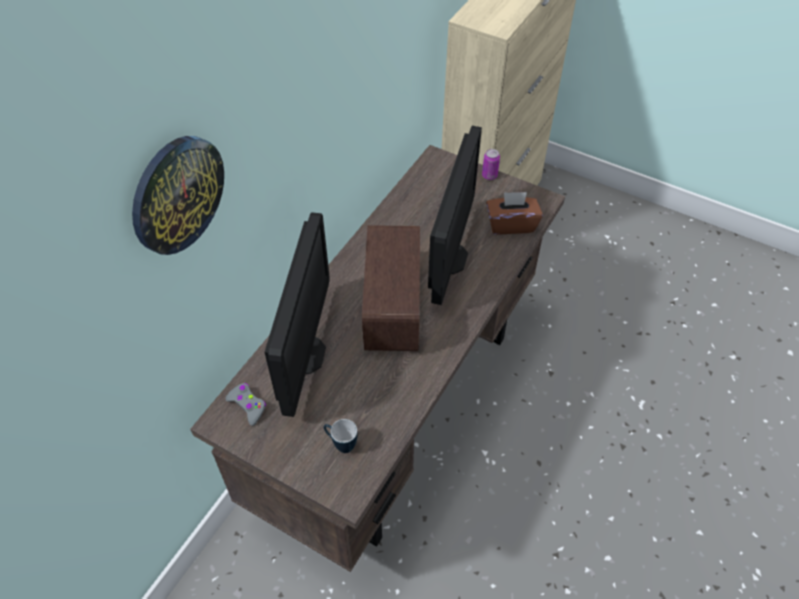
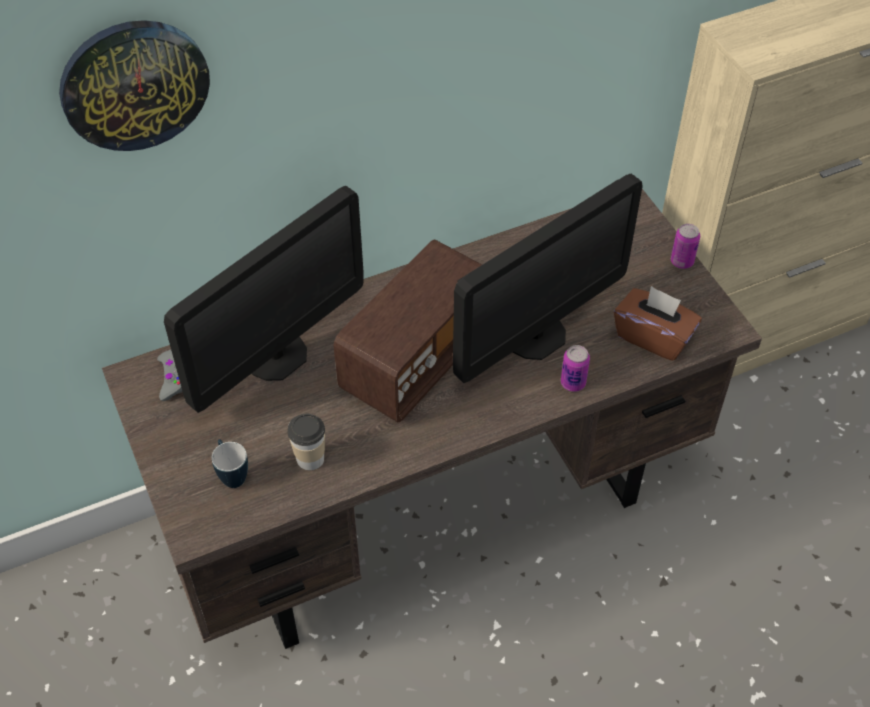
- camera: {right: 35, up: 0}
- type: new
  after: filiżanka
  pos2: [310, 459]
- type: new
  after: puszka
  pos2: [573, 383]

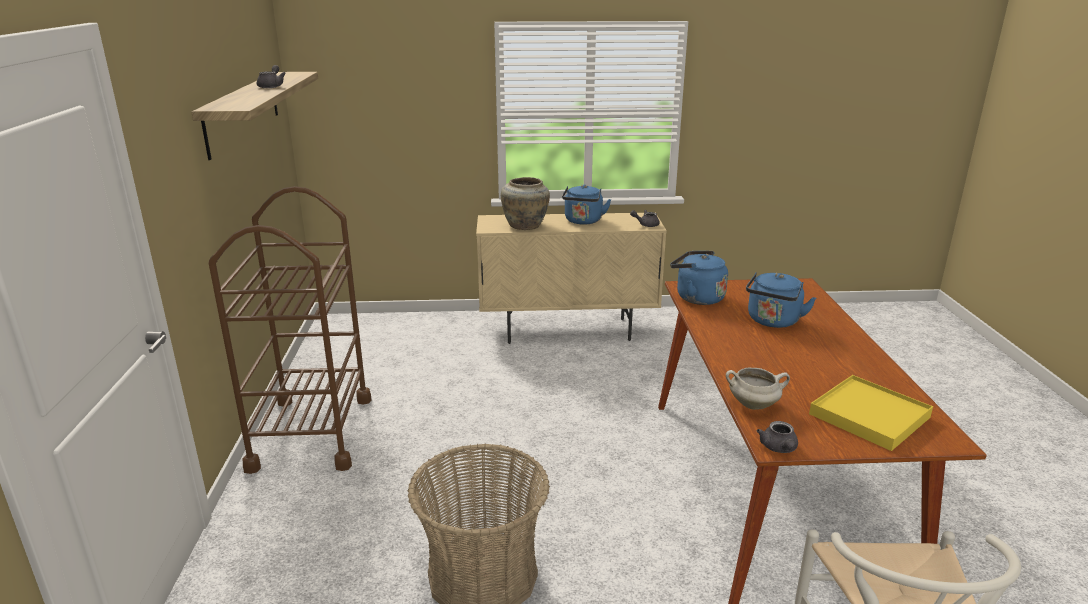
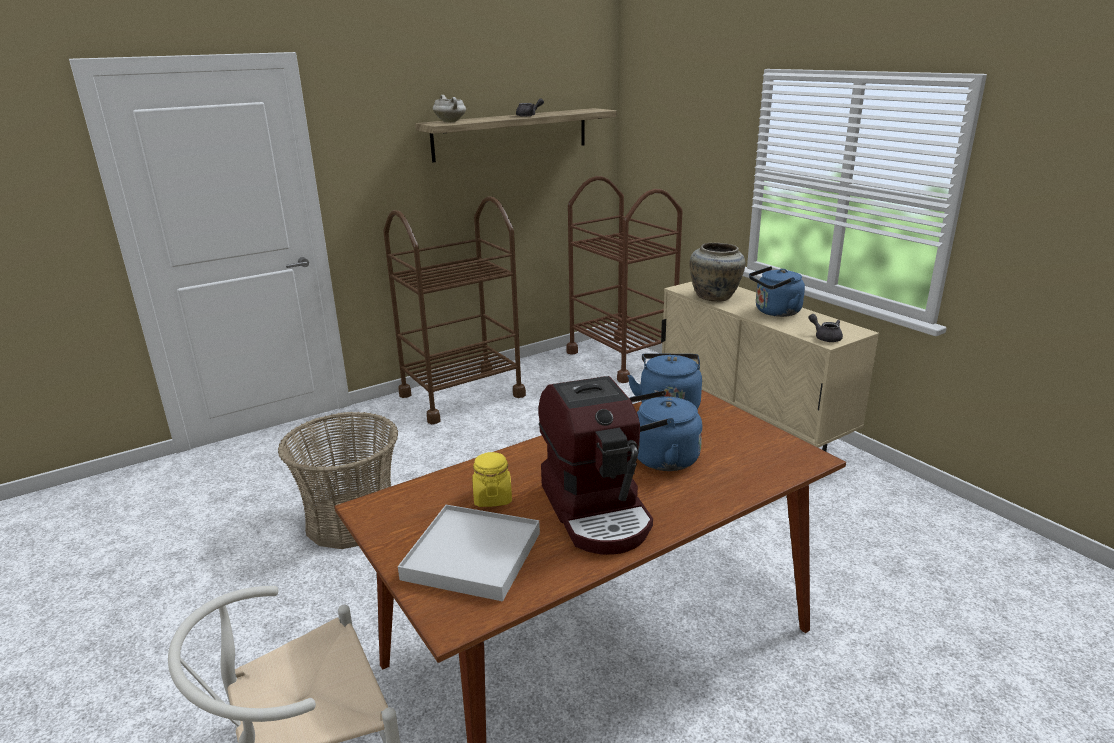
- camera: {right: 60, up: 0}
- type: shifted
  before: garnek [biały]
  pos1: [754, 404]
  pos2: [451, 122]
- type: gone
  before: imbryk [szary]
  pos1: [779, 449]
- type: repainted
  before: taca [żółty]
  after: taca [biały]
  pos1: [869, 416]
  pos2: [472, 556]
- type: new
  after: słoik [żółty]
  pos2: [492, 497]
- type: new
  after: ekspres do kawy
  pos2: [597, 510]
- type: new
  after: wózek [brązowy]
  pos2: [621, 358]

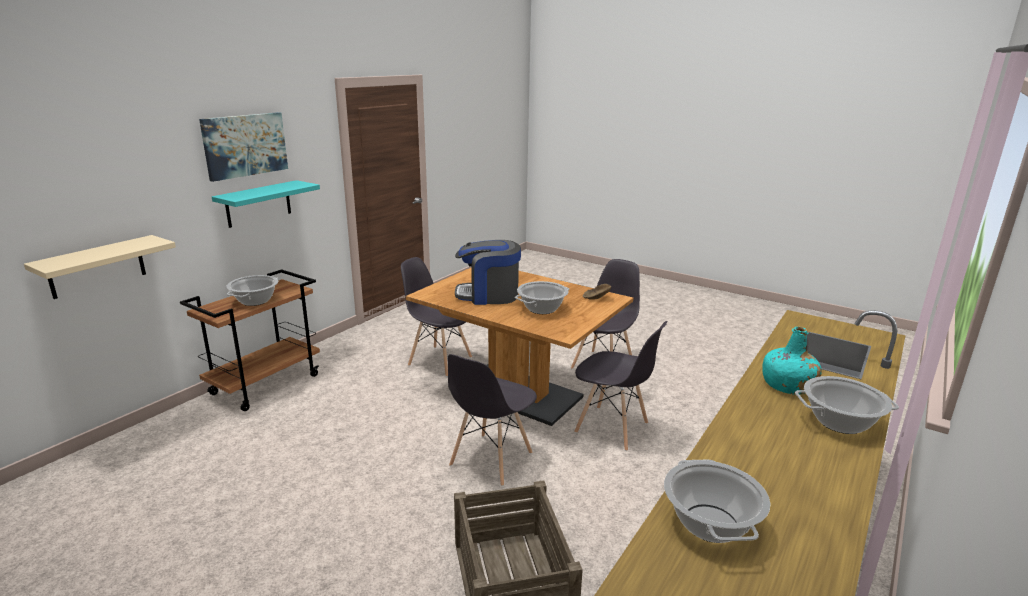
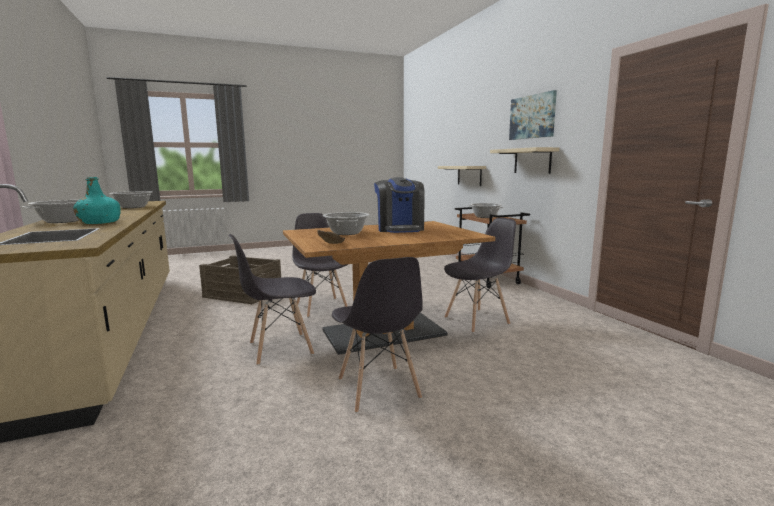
- camera: {right: 125, up: -10}
- type: repainted
  before: półka [turkusowy]
  after: półka [beżowy]
  pos1: [258, 204]
  pos2: [532, 161]
- type: rotated
  before: ekspres do kawy
  pos1: [488, 295]
  pos2: [400, 229]
  turn: 135

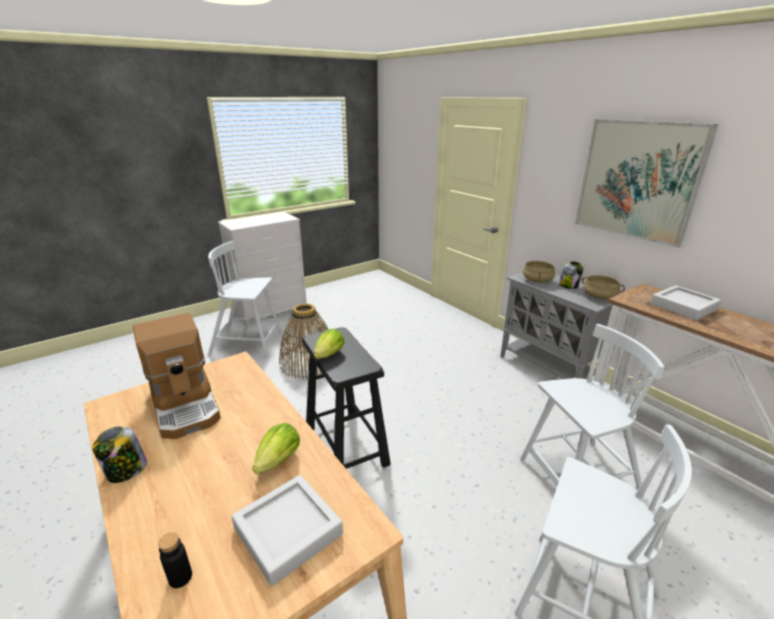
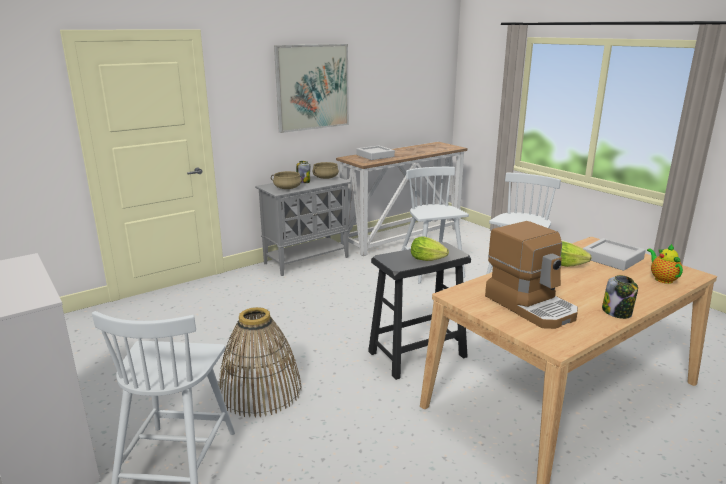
- camera: {right: -90, up: -5}
- type: rotated
  before: ekspres do kawy
  pos1: [186, 405]
  pos2: [531, 306]
  turn: 90
- type: swapped
  before: butelka [czarny]
  after: imbryk
  pos1: [180, 577]
  pos2: [662, 279]

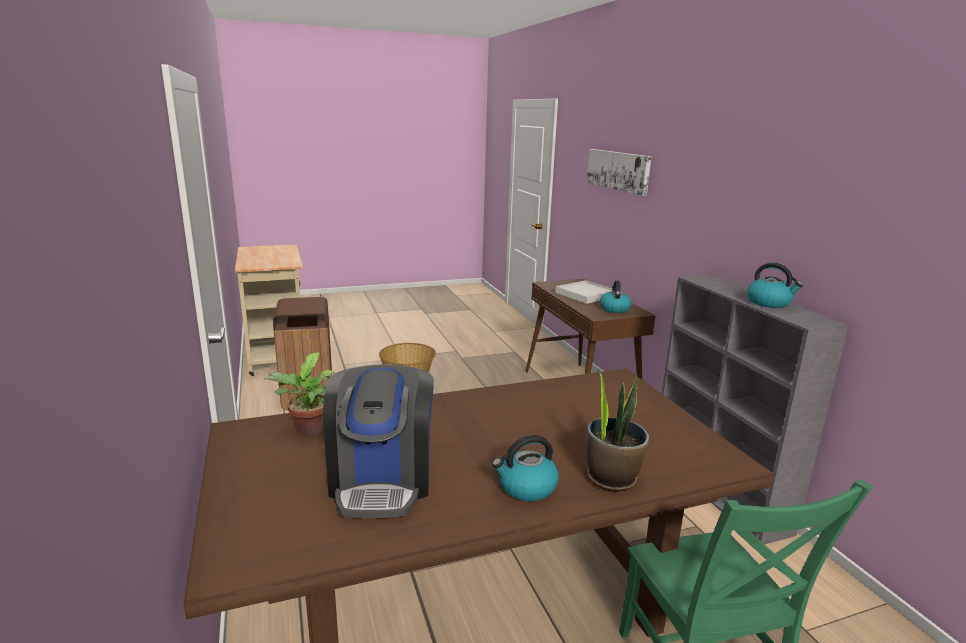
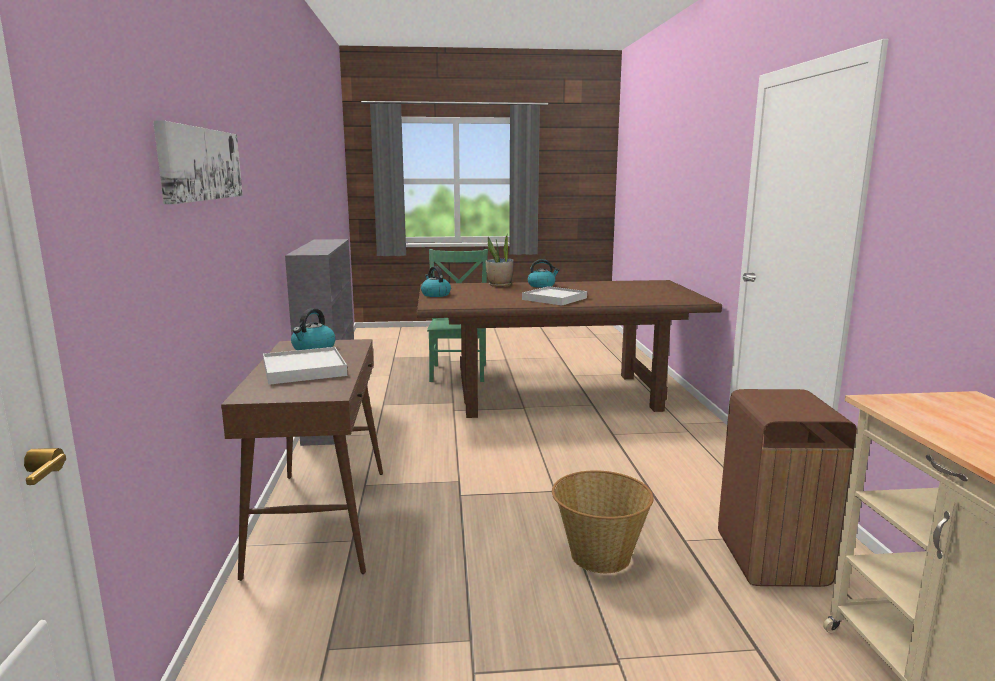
- camera: {right: -165, up: -5}
- type: gone
  before: roślina doniczkowa
  pos1: [308, 431]
- type: gone
  before: ekspres do kawy
  pos1: [382, 480]
- type: shifted
  before: czajnik
  pos1: [769, 303]
  pos2: [435, 294]
- type: new
  after: taca [biały]
  pos2: [554, 299]

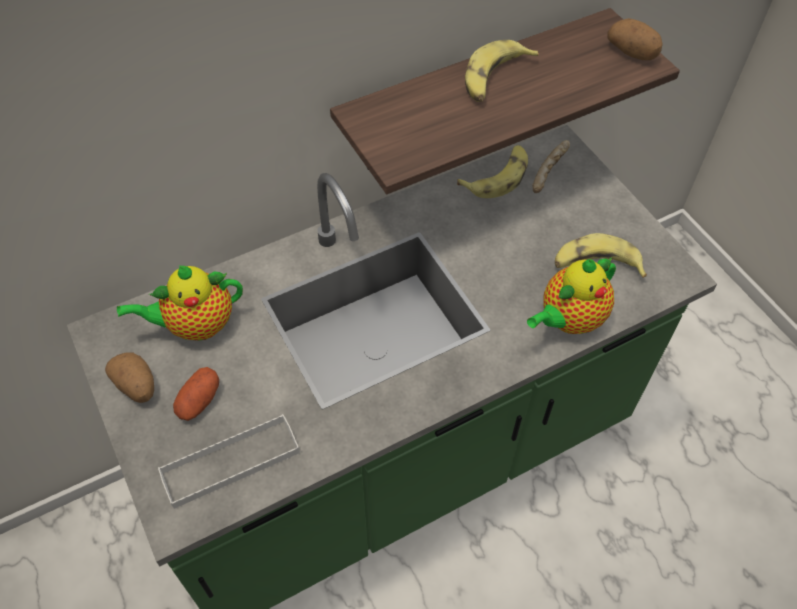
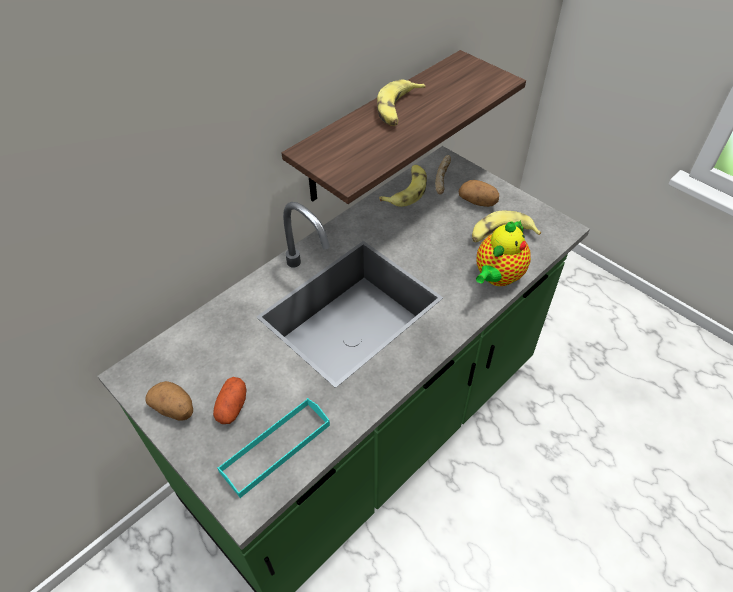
- camera: {right: -15, up: -5}
- type: gone
  before: imbryk
  pos1: [196, 325]
- type: repainted
  before: taca [biały]
  after: taca [turkusowy]
  pos1: [231, 463]
  pos2: [276, 448]
- type: shifted
  before: ziemniak
  pos1: [632, 52]
  pos2: [478, 202]

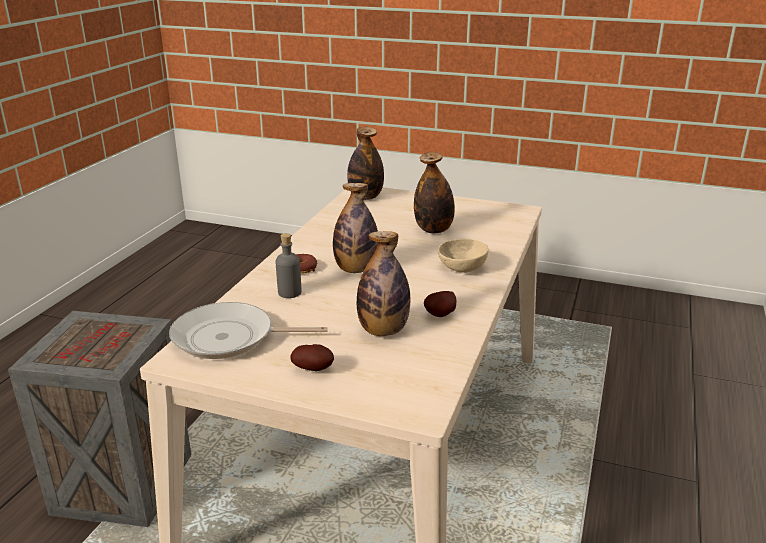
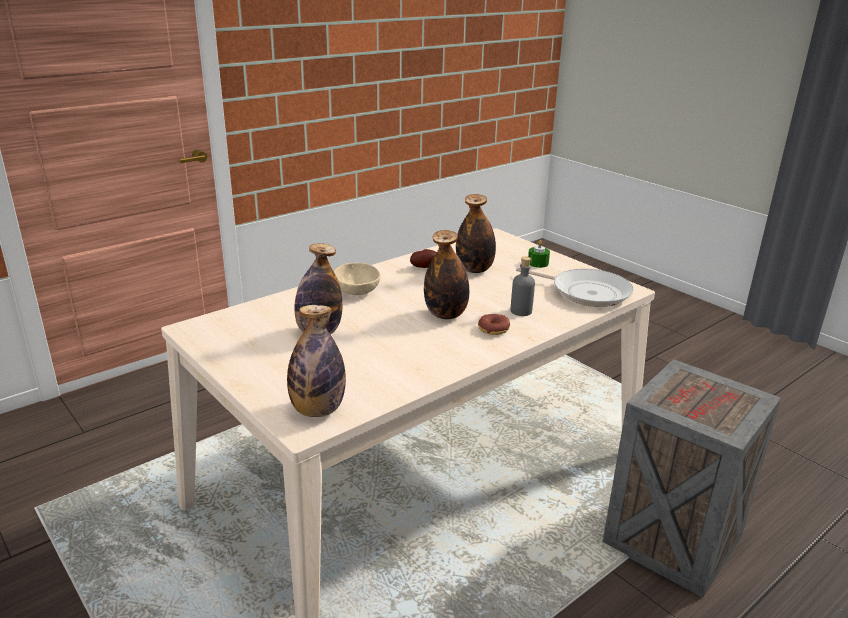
- camera: {right: -150, up: 0}
- type: swapped
  before: ziemniak
  after: świeca [zielony]
  pos1: [314, 369]
  pos2: [538, 263]

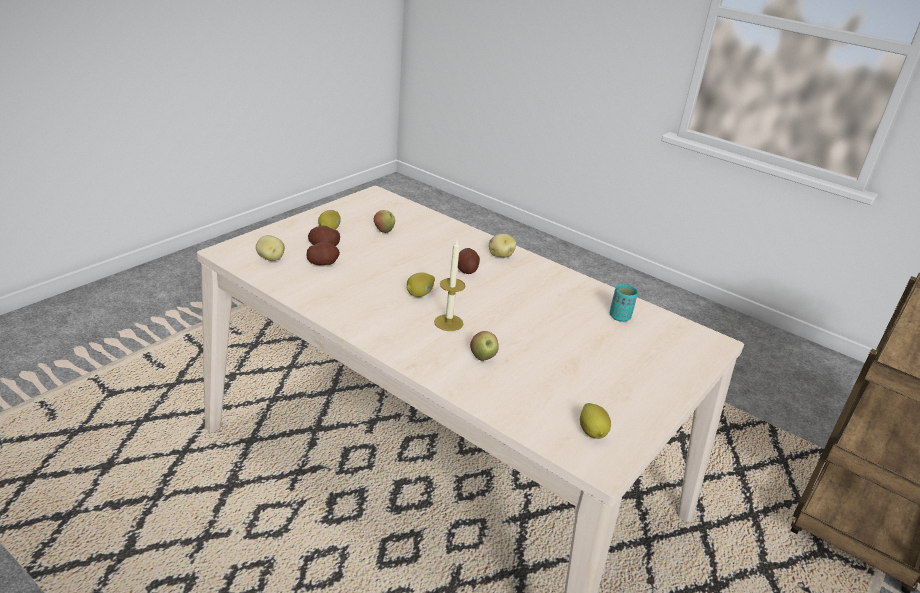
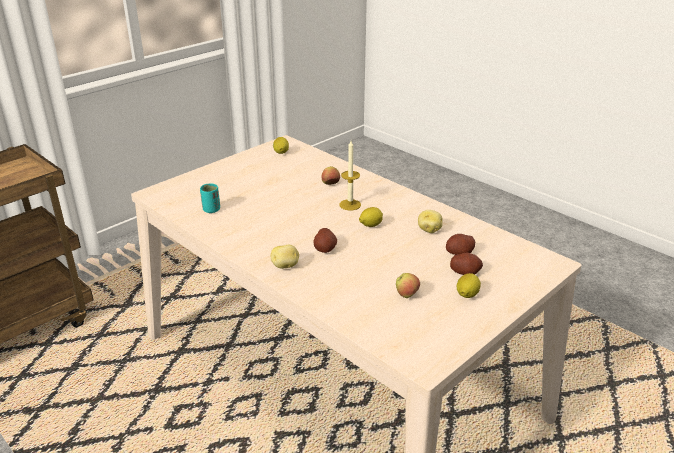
- camera: {right: -170, up: 0}
- type: shifted
  before: ziemniak
  pos1: [270, 258]
  pos2: [429, 230]

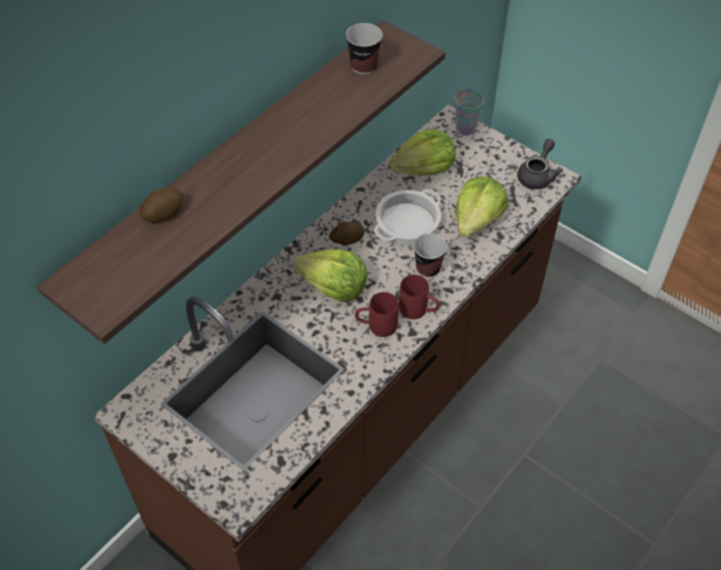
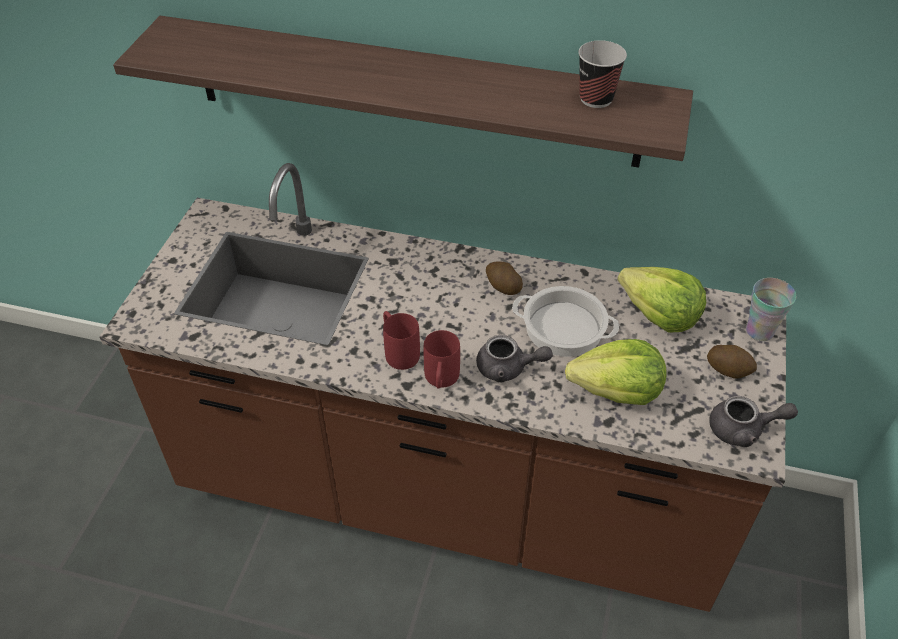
- camera: {right: 65, up: -5}
- type: shifted
  before: ziemniak
  pos1: [164, 213]
  pos2: [728, 369]
- type: gone
  before: sałata
  pos1: [333, 287]
- type: swapped
  before: filiżanka
  after: imbryk [szary]
  pos1: [428, 268]
  pos2: [508, 368]

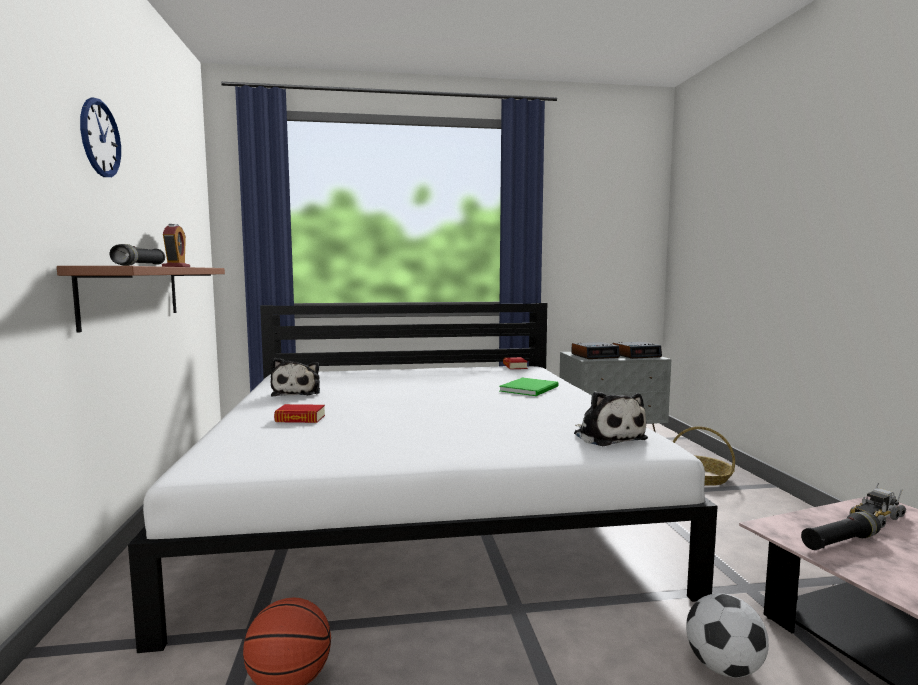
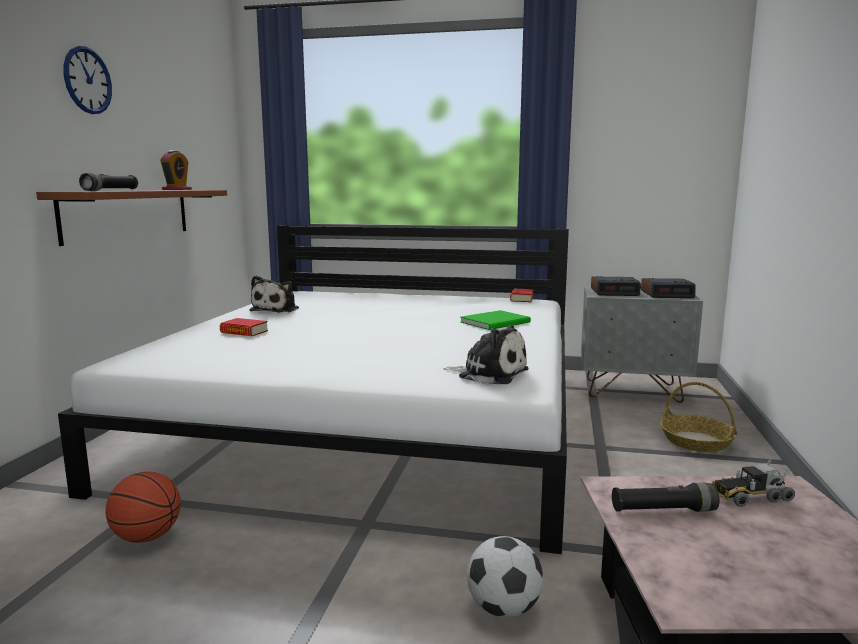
- camera: {right: 20, up: 5}
- type: rotated
  before: pluszak
  pos1: [607, 436]
  pos2: [489, 374]
  turn: -60

